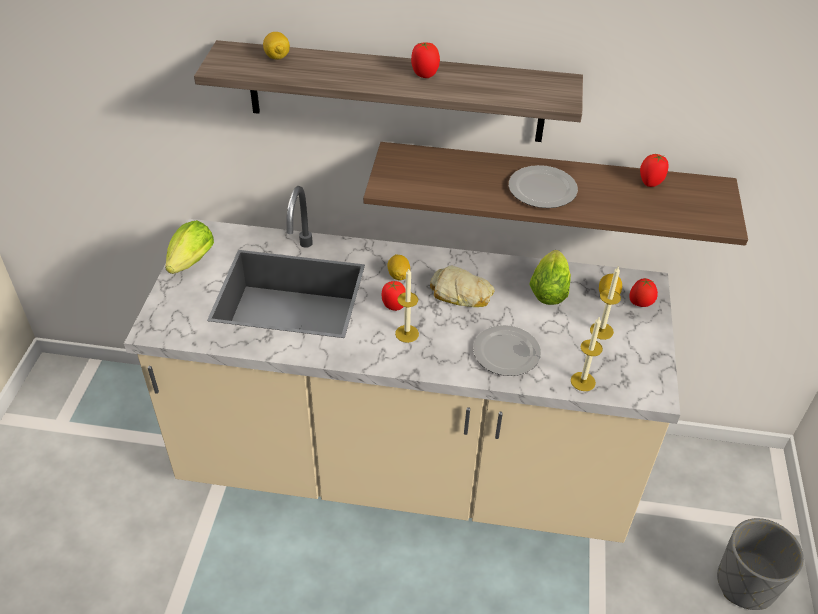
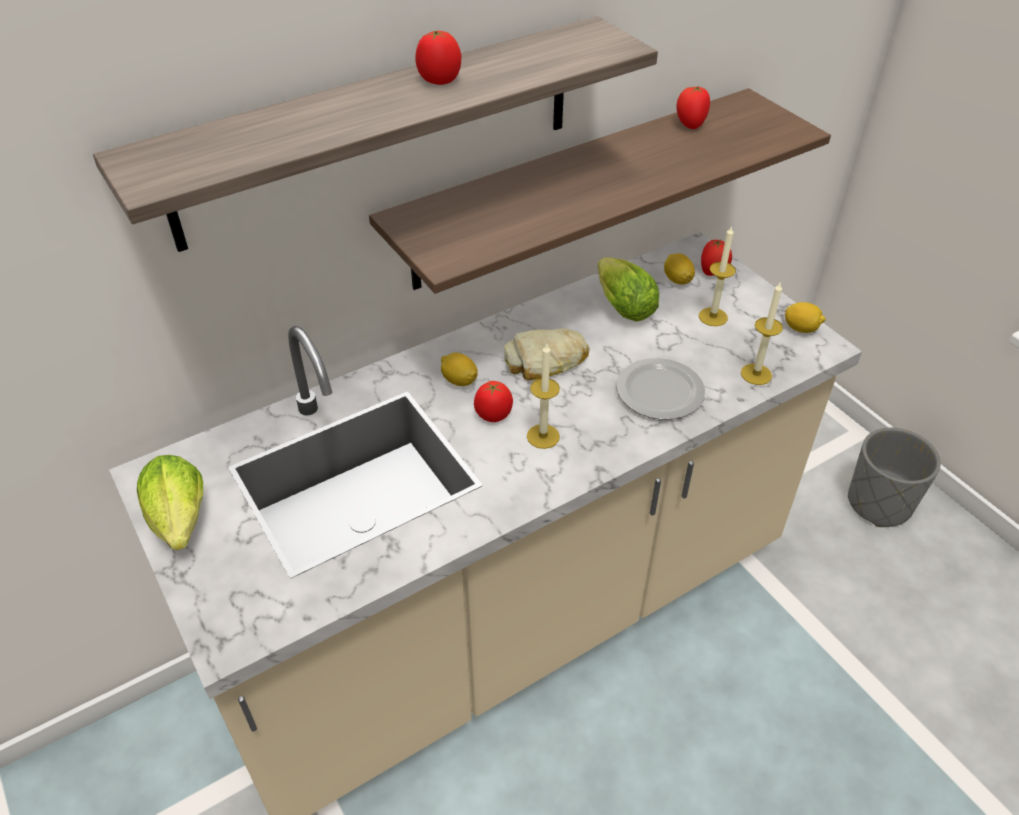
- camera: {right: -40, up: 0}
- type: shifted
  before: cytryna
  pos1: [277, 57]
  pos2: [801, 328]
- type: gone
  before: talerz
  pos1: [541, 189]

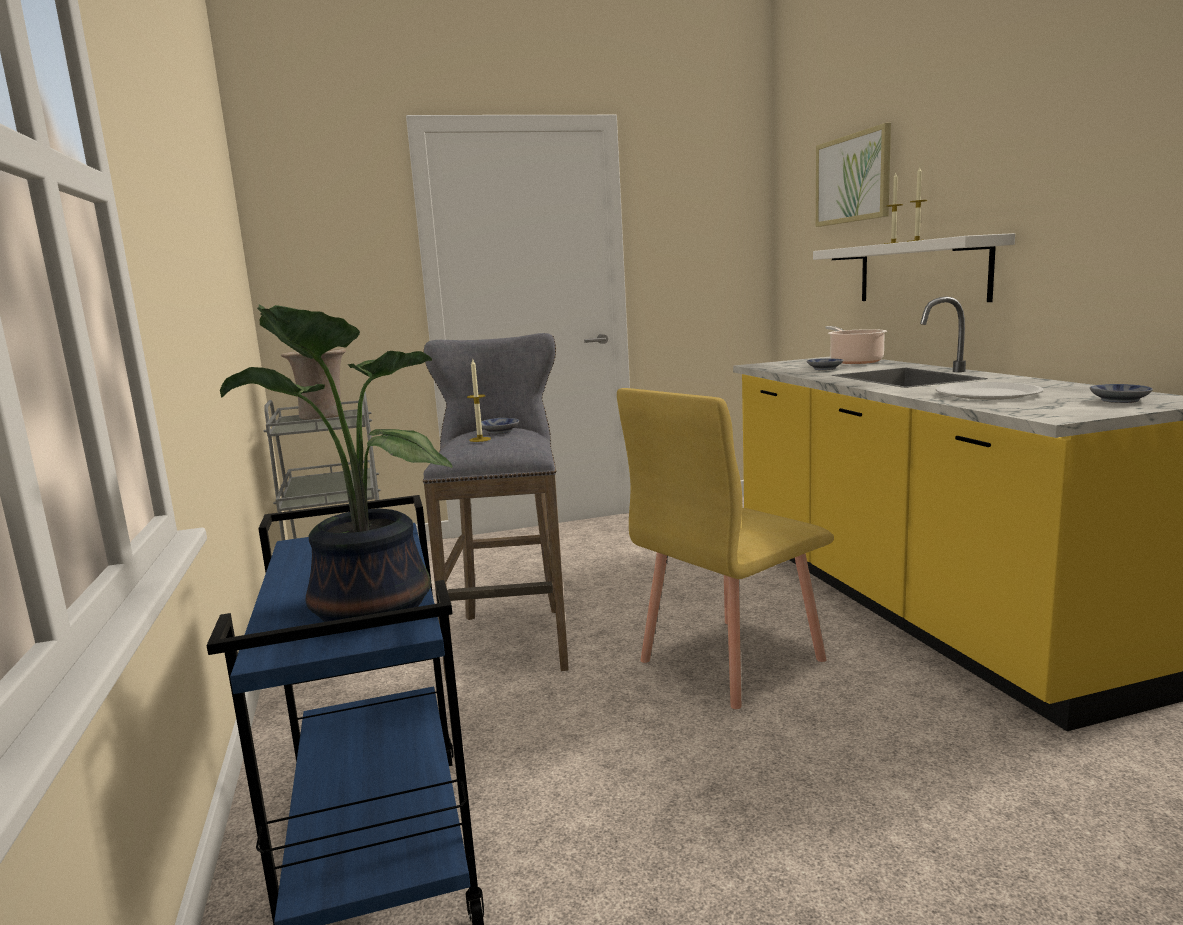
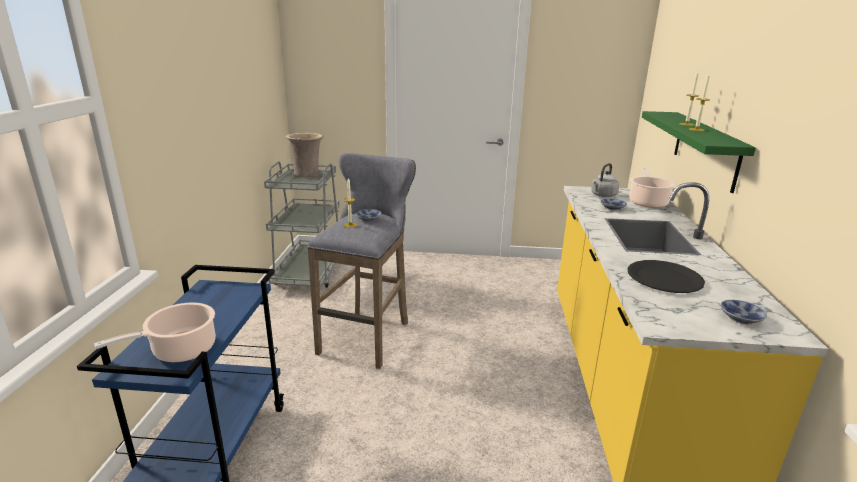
- camera: {right: 20, up: 10}
- type: swapped
  before: roślina doniczkowa
  after: garnek
  pos1: [363, 609]
  pos2: [180, 350]
- type: gone
  before: krzesło [żółty]
  pos1: [729, 660]
- type: repainted
  before: półka [biały]
  after: półka [zielony]
  pos1: [921, 272]
  pos2: [705, 149]
- type: gone
  before: obraz
  pos1: [853, 178]
- type: repainted
  before: talerz [biały]
  after: talerz [czarny]
  pos1: [988, 394]
  pos2: [664, 278]
- type: new
  after: czajnik [szary]
  pos2: [603, 195]

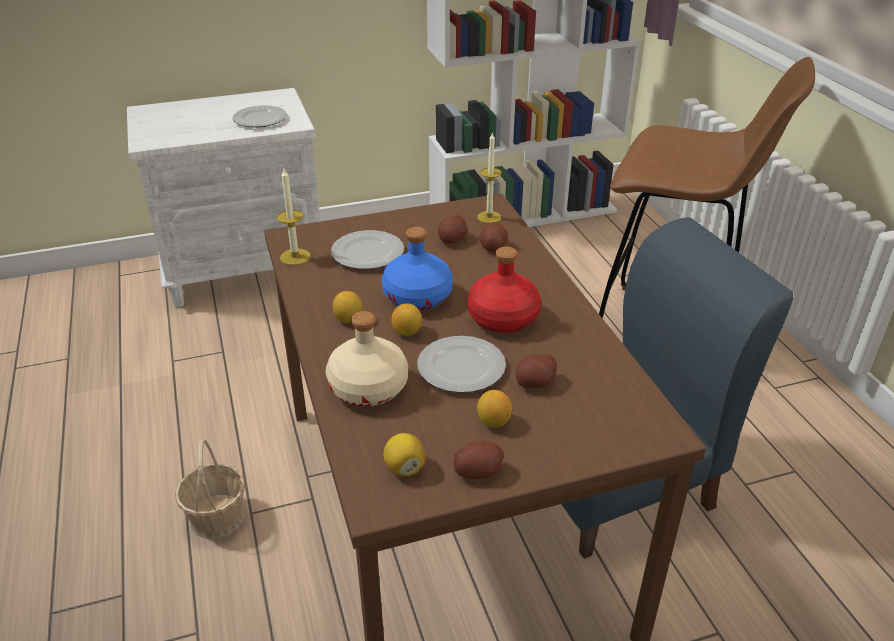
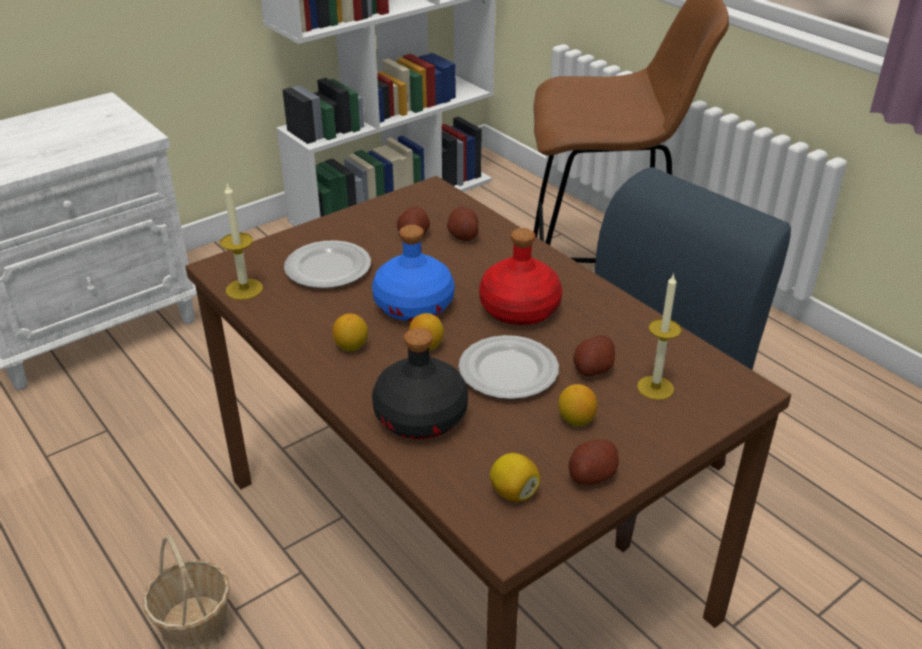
- camera: {right: -20, up: 0}
- type: gone
  before: talerz
  pos1: [260, 120]
- type: repainted
  before: butelka [beżowy]
  after: butelka [czarny]
  pos1: [368, 388]
  pos2: [421, 417]
- type: shifted
  before: świeca
  pos1: [489, 217]
  pos2: [655, 388]

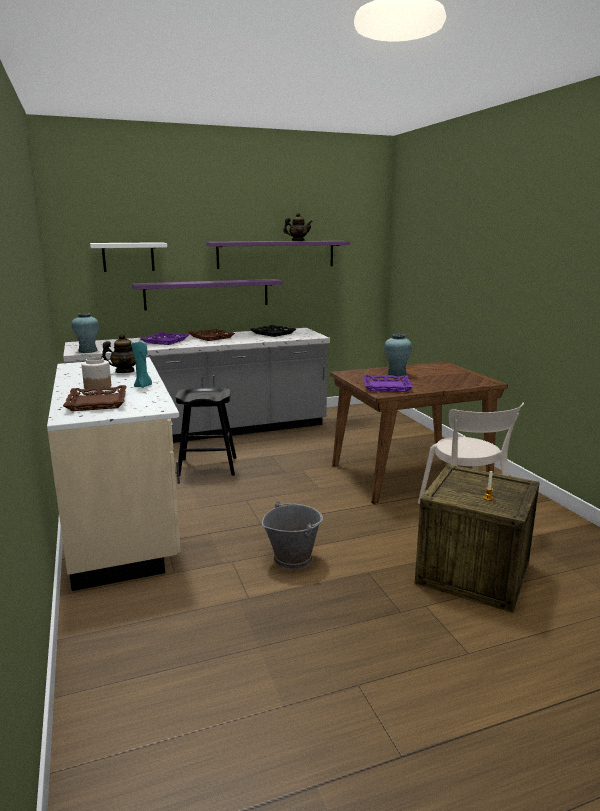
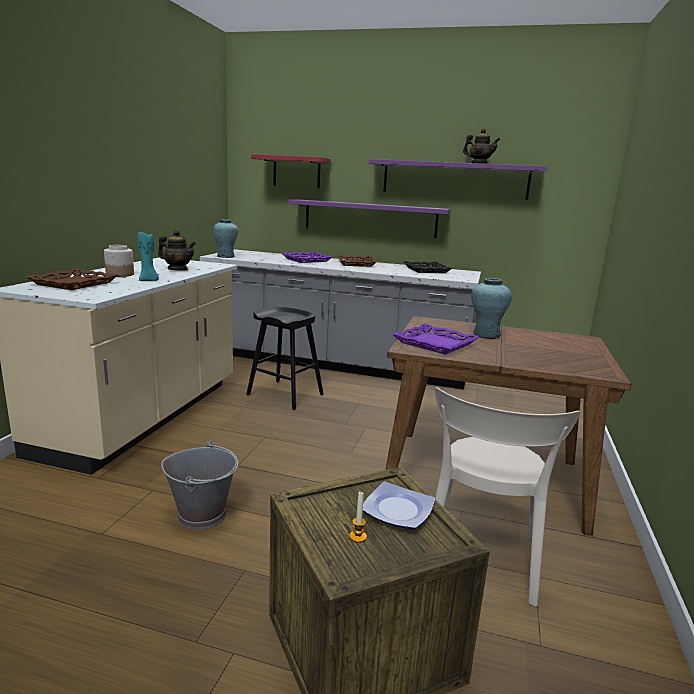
- camera: {right: 35, up: 0}
- type: repainted
  before: półka [biały]
  after: półka [czerwony]
  pos1: [128, 257]
  pos2: [296, 172]
- type: new
  after: talerz
  pos2: [397, 509]

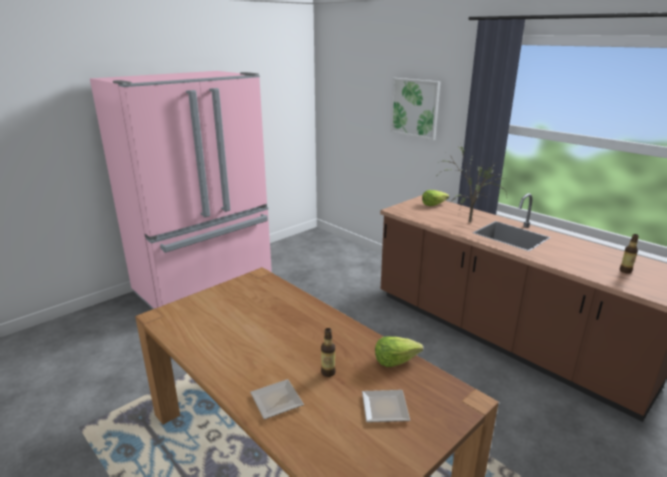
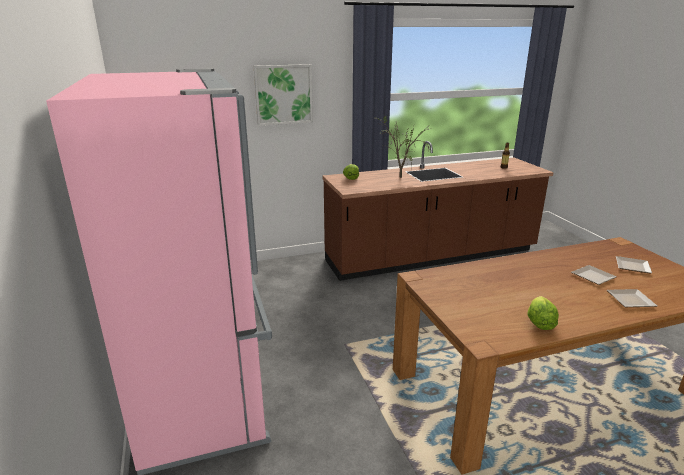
- camera: {right: -65, up: 0}
- type: swapped
  before: butelka
  after: talerz
  pos1: [328, 372]
  pos2: [592, 276]
- type: shifted
  before: sałata
  pos1: [395, 360]
  pos2: [539, 322]

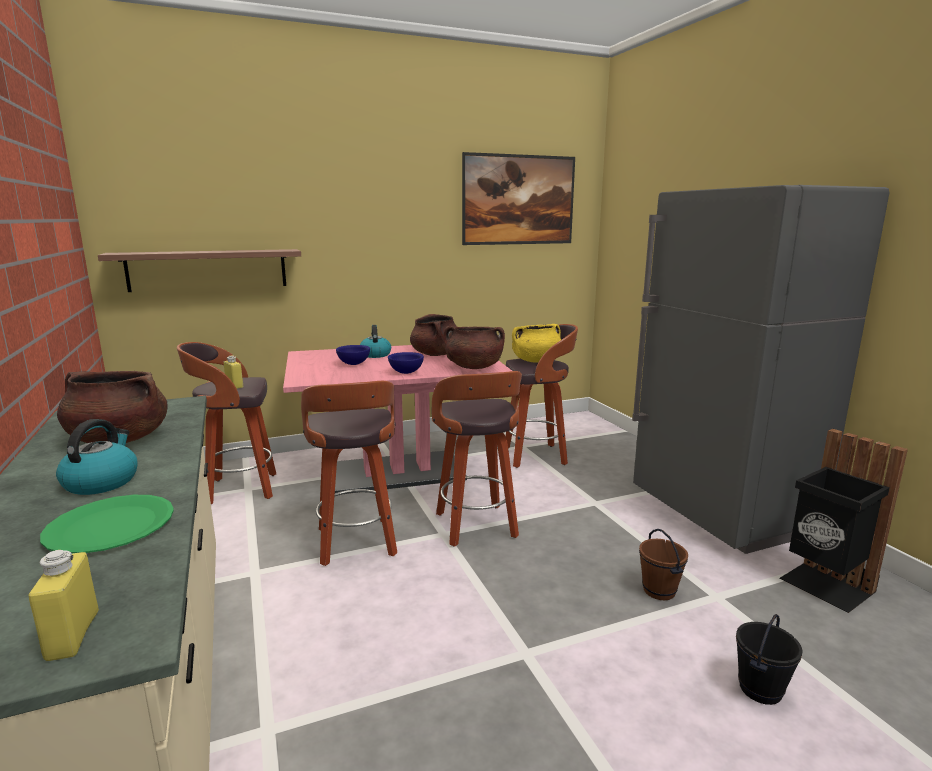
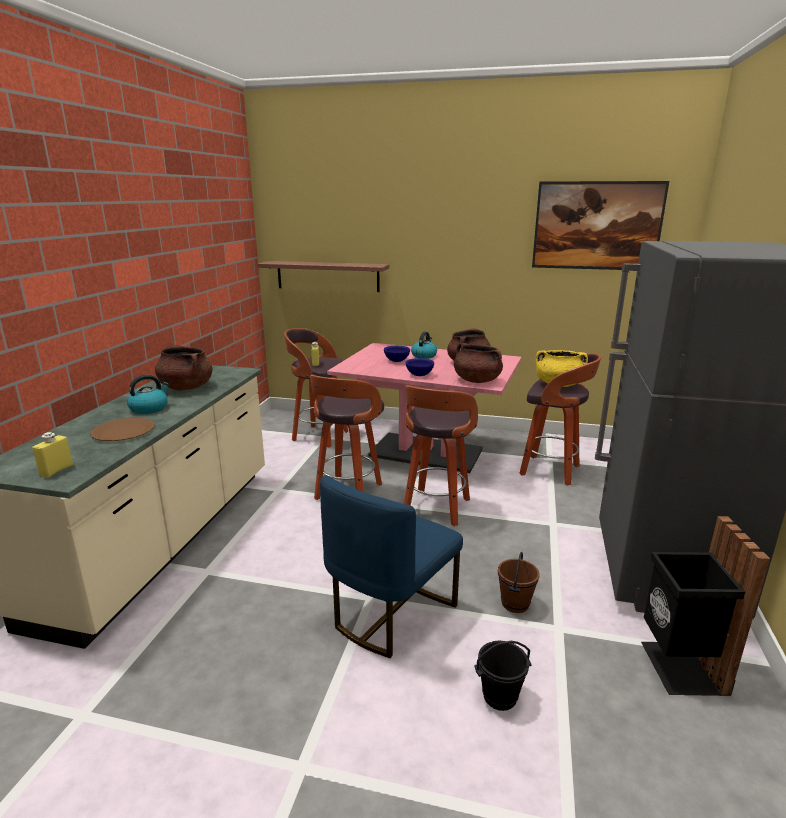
- camera: {right: 35, up: 5}
- type: repainted
  before: talerz [zielony]
  after: talerz [brązowy]
  pos1: [110, 526]
  pos2: [123, 431]
- type: new
  after: krzesło [niebieski]
  pos2: [390, 613]

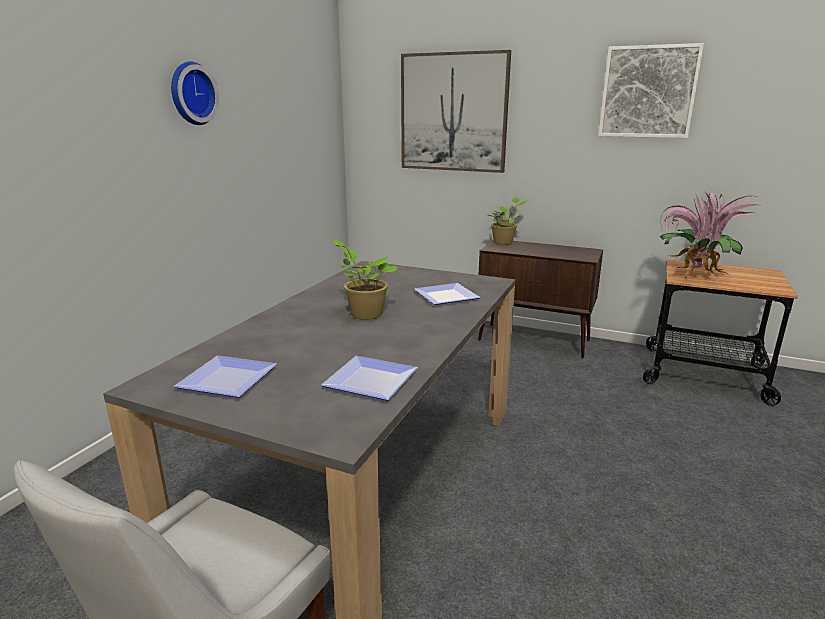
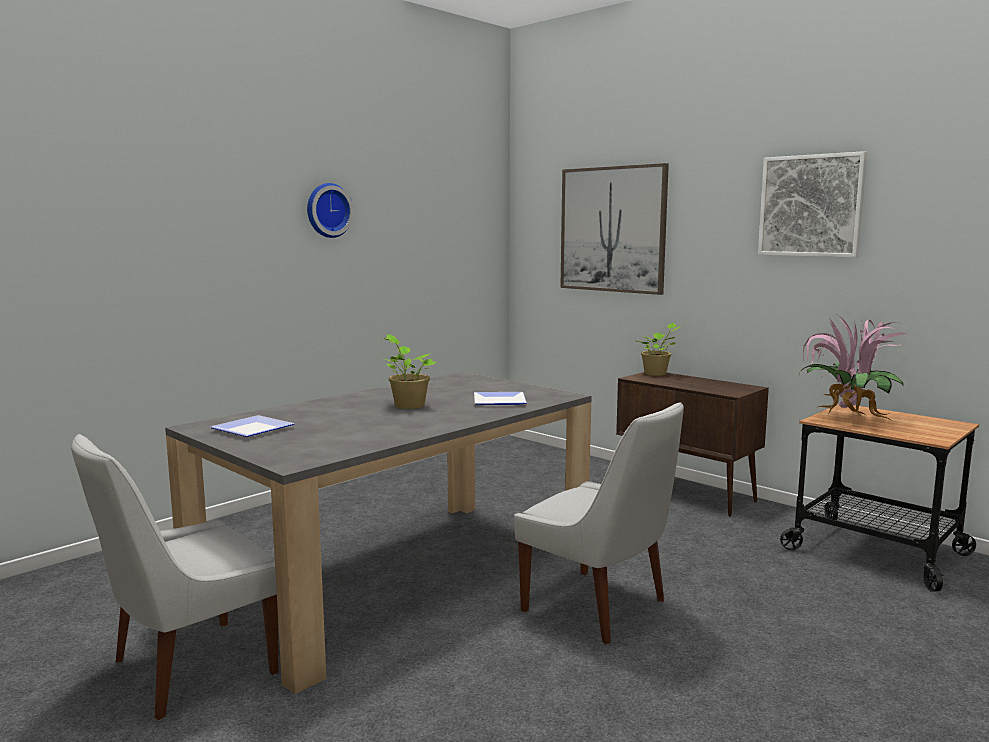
- camera: {right: 20, up: -10}
- type: gone
  before: talerz
  pos1: [374, 380]
- type: new
  after: krzesło [biały]
  pos2: [599, 607]

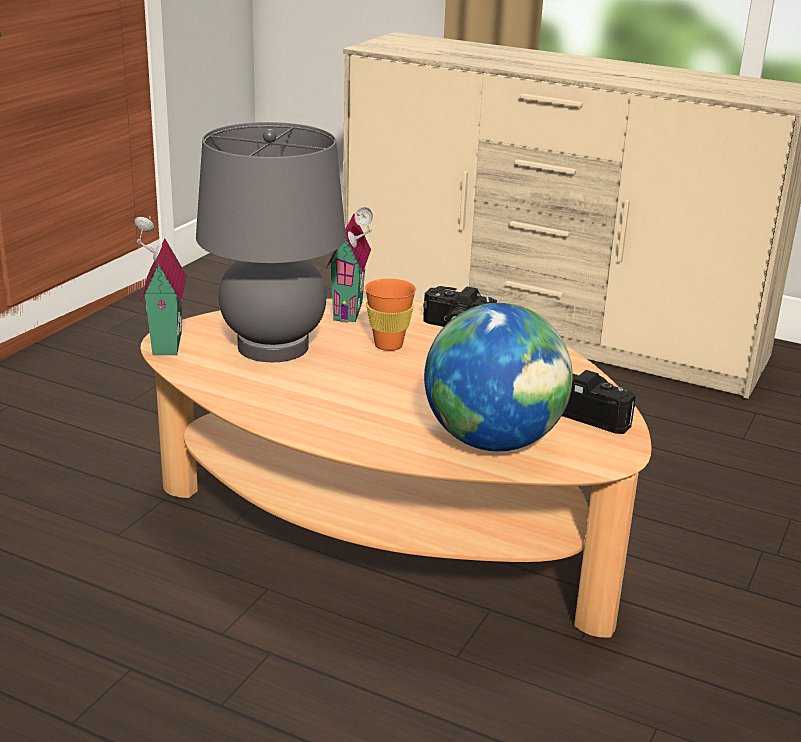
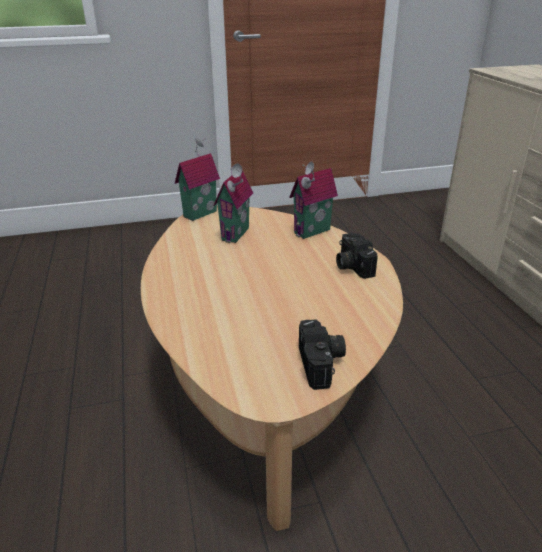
- camera: {right: 50, up: 5}
- type: swapped
  before: lampa stołowa [szary]
  after: domek
  pos1: [273, 347]
  pos2: [237, 234]
- type: gone
  before: filiżanka [pomarańczowy]
  pos1: [388, 345]
- type: gone
  before: globus
  pos1: [493, 441]

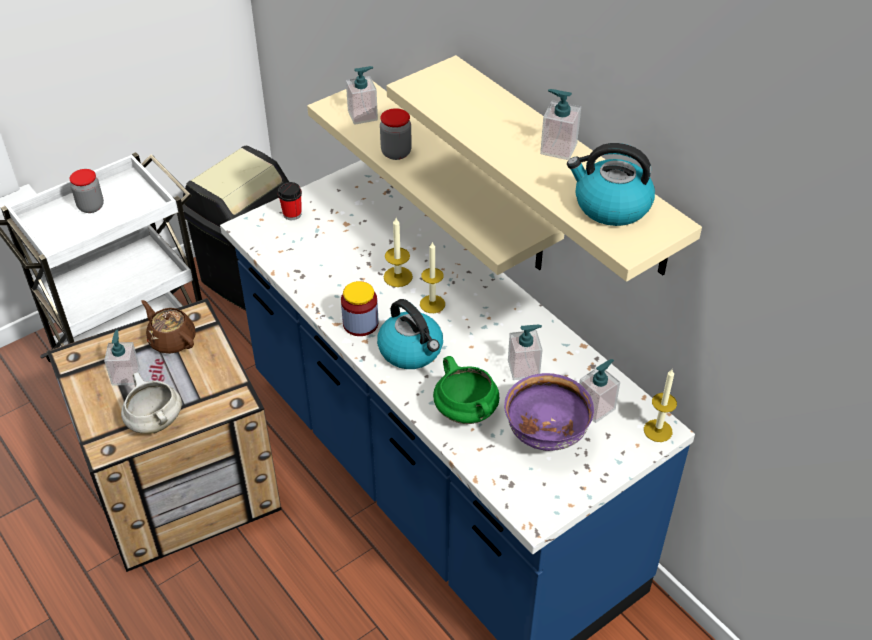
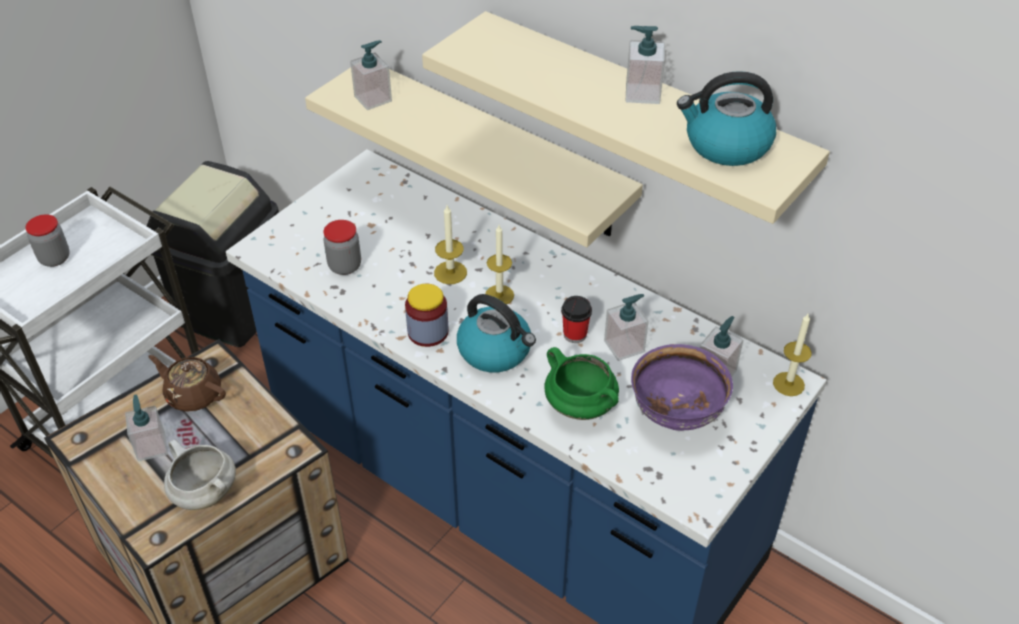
- camera: {right: -15, up: 0}
- type: shifted
  before: filiżanka
  pos1: [292, 214]
  pos2: [575, 334]
- type: shifted
  before: słoik
  pos1: [396, 153]
  pos2: [345, 266]

